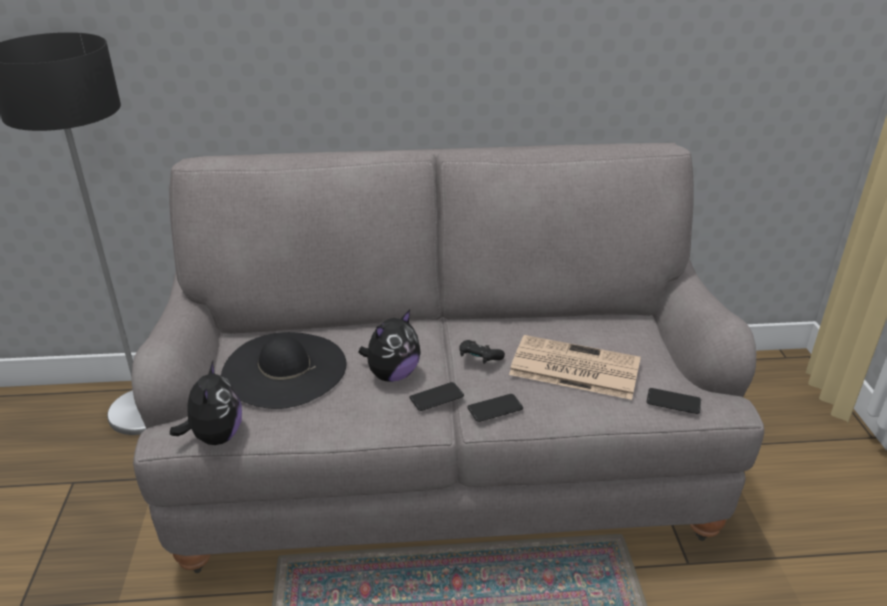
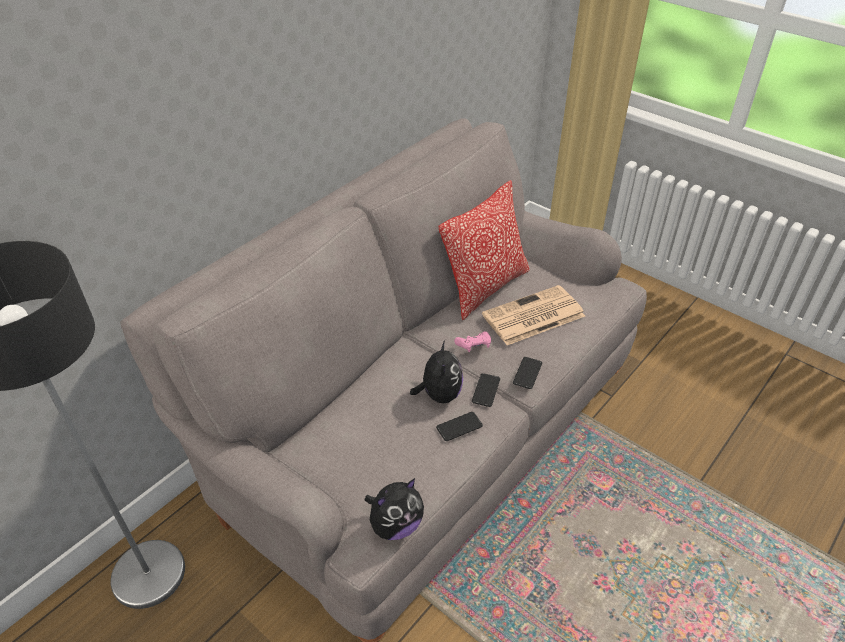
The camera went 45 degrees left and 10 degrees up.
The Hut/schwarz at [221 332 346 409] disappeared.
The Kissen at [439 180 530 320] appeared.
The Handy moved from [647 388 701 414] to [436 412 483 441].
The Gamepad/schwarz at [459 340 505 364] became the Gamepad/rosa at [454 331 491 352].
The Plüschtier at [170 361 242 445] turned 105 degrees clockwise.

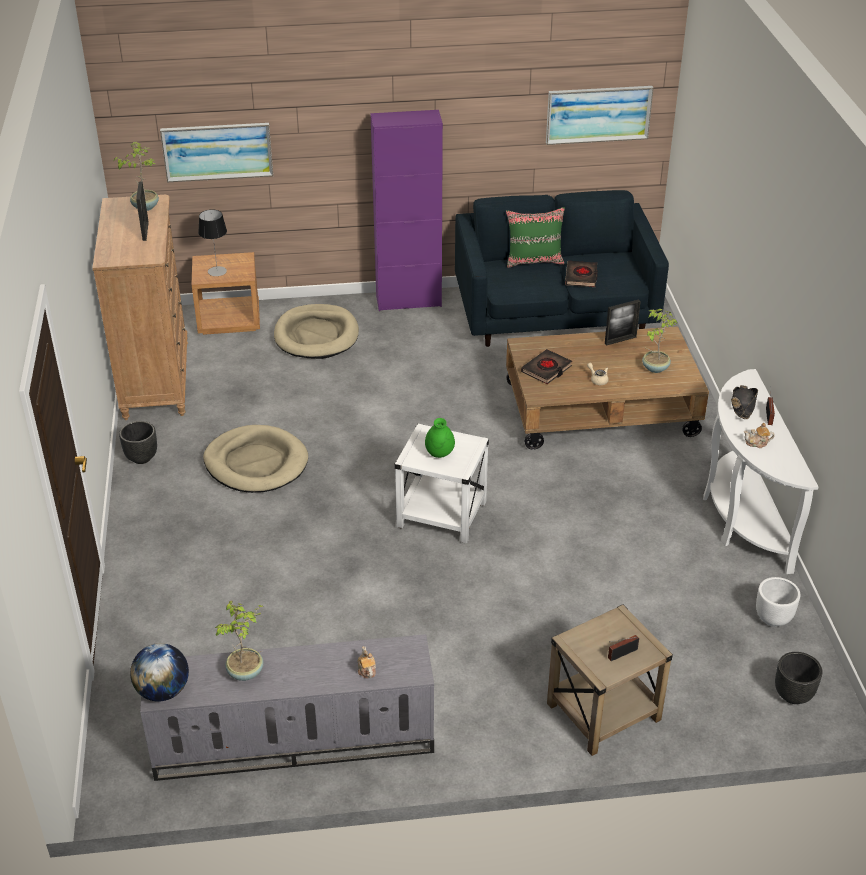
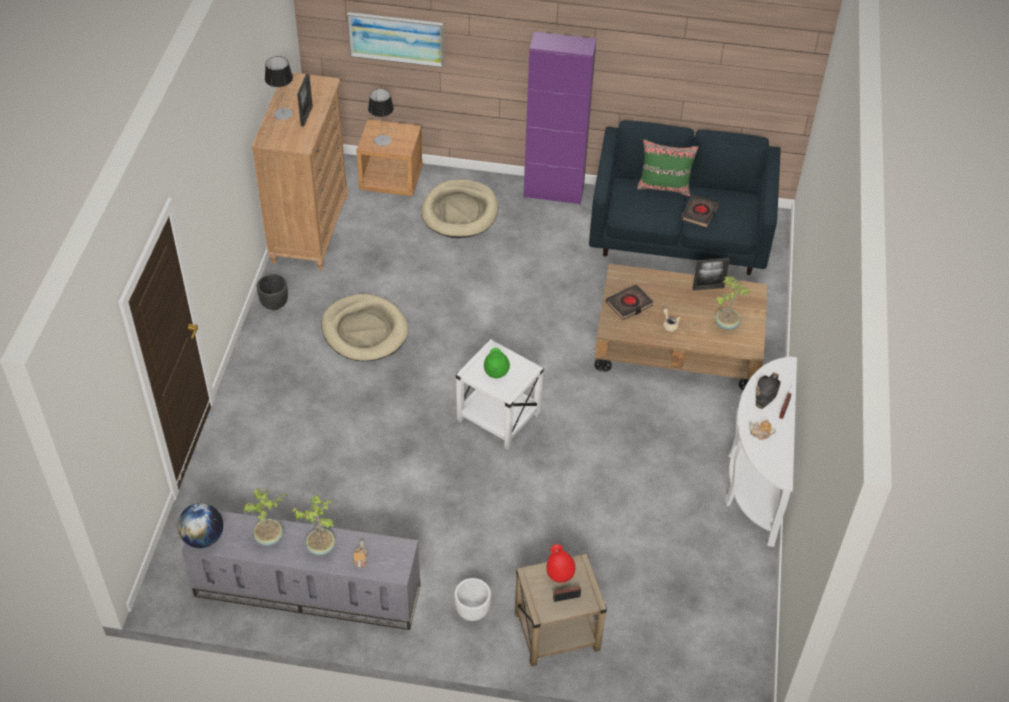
The camera went 15 degrees right and 10 degrees up.
The Bild at [546 86 654 145] disappeared.
The Pflanzkübel/schwarz at [775 652 823 704] disappeared.
The Tischlampe at [265 56 293 120] appeared.
The Vase/rot at [547 544 575 583] appeared.
The Topfpflanze moved from [114 142 159 211] to [292 495 336 556].
The Pflanzkübel/weiß moved from [756 577 800 627] to [454 578 491 621].

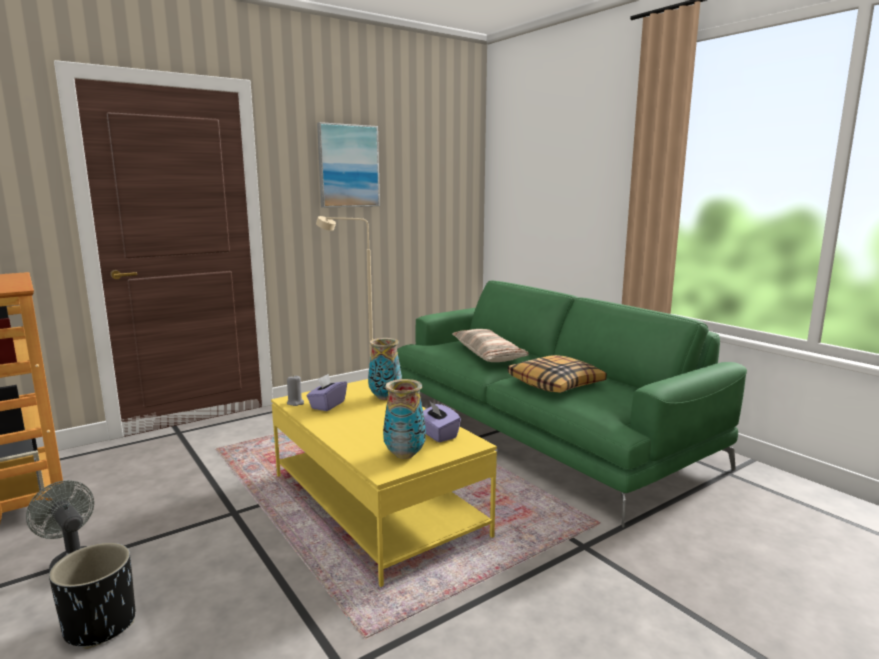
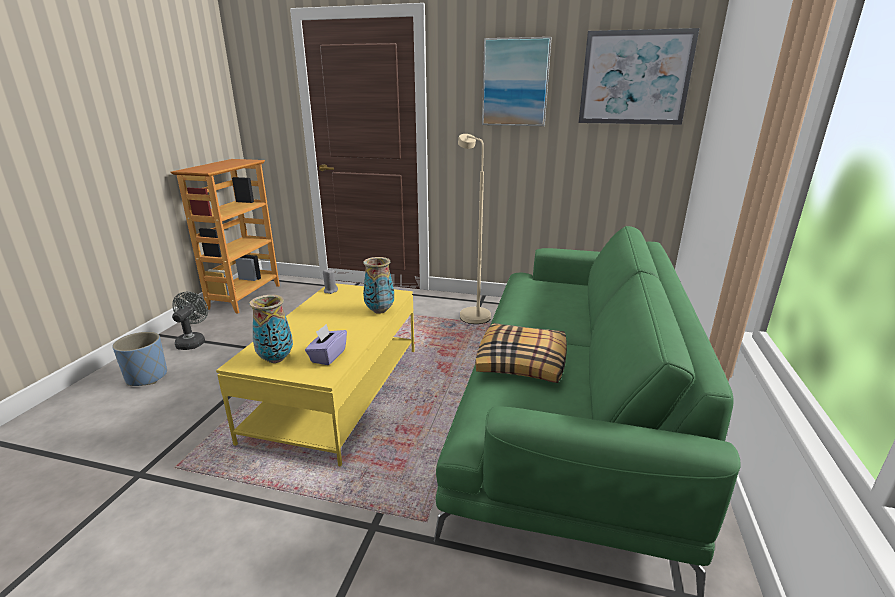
The camera went 50 degrees right and 10 degrees up.
The Taschentuchbox/lila at [306 374 347 411] disappeared.
The Kissen at [452 329 529 362] disappeared.
The Bild at [579 28 699 125] appeared.
The Pflanzkübel/schwarz at [49 543 135 649] became the Pflanzkübel/blau at [112 332 167 386].

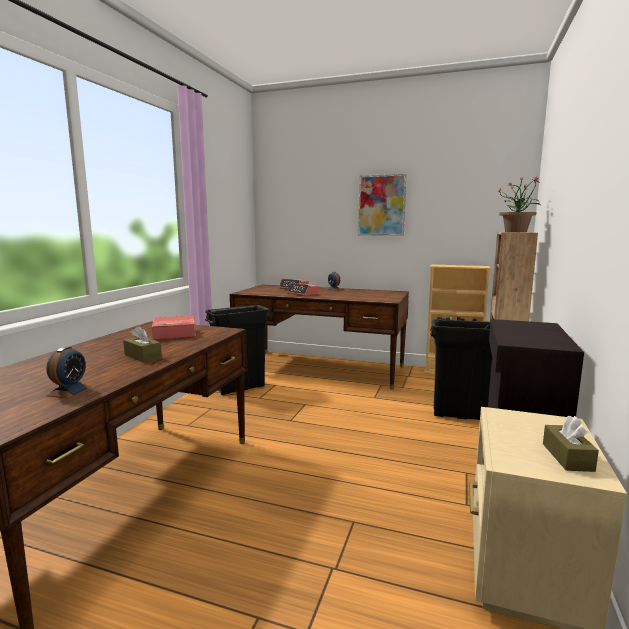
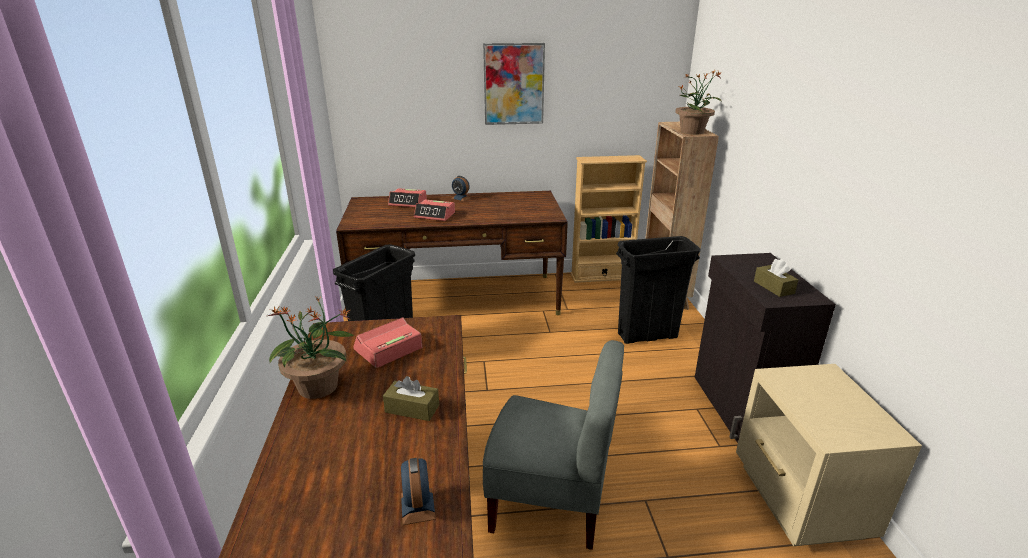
The camera went 25 degrees left and 15 degrees up.
The Topfpflanze at [268 296 354 399] appeared.
The Stuhl/grau at [483 340 624 550] appeared.
The Taschentuchbox/braun moved from [543 416 599 472] to [754 259 798 297].

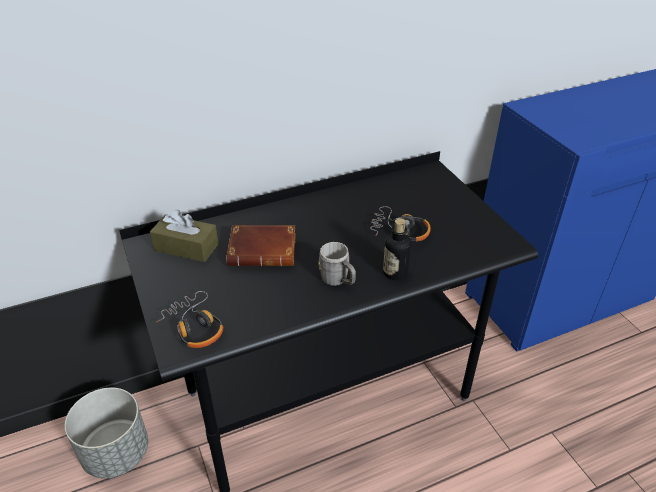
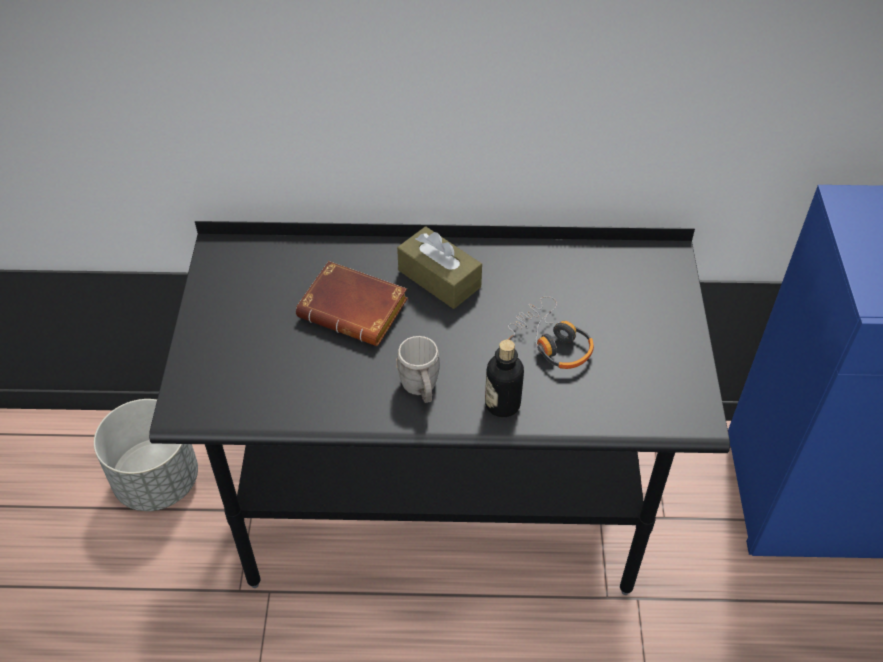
The camera went 25 degrees right and 10 degrees up.
The Kopfhörer at [156 291 223 348] disappeared.
The Taschentuchbox/braun moved from [150 210 218 262] to [397 226 482 309].

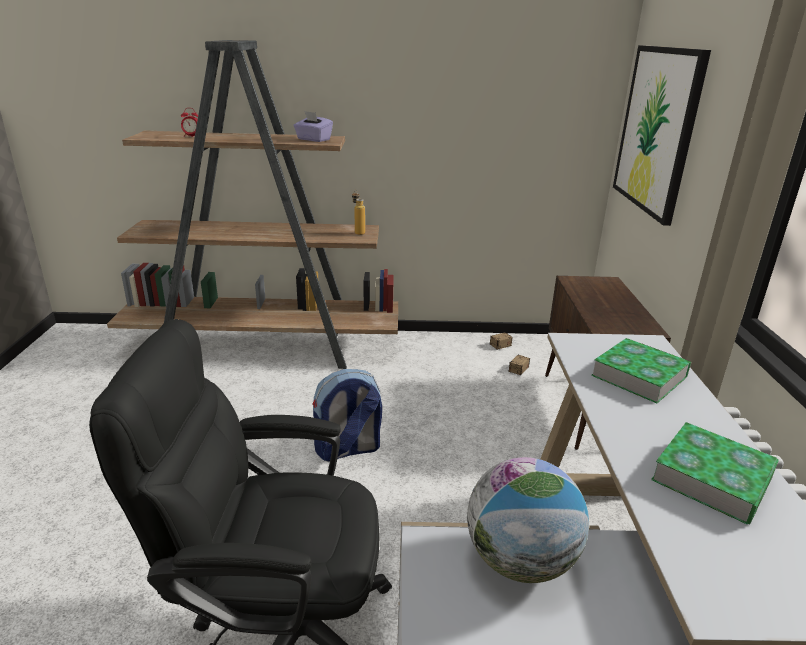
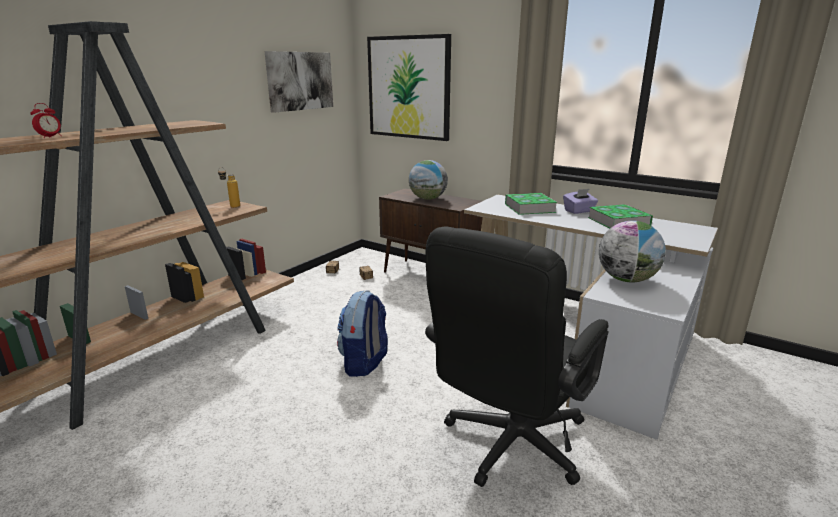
The camera went 55 degrees left and 5 degrees down.
The Bild at [265 51 333 113] appeared.
The Globus at [409 160 448 200] appeared.
The Taschentuchbox/lila moved from [294 111 333 142] to [563 189 598 214].

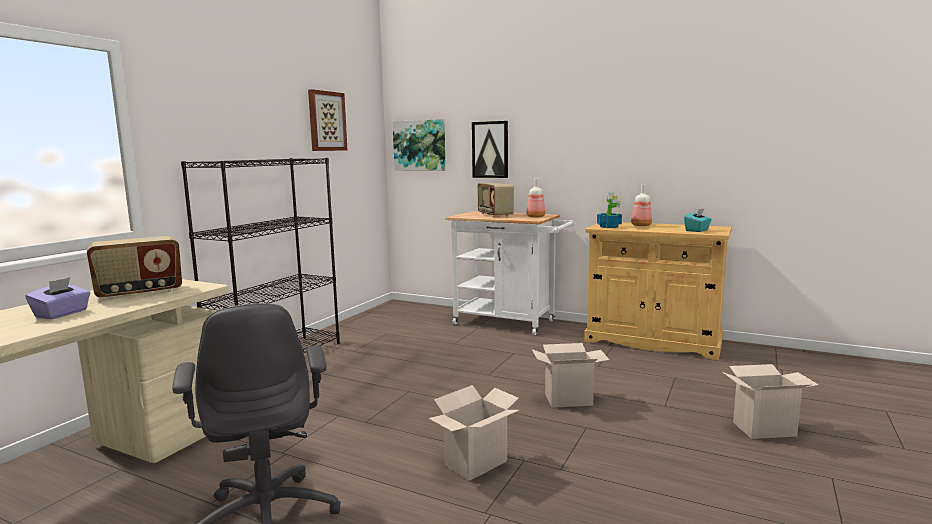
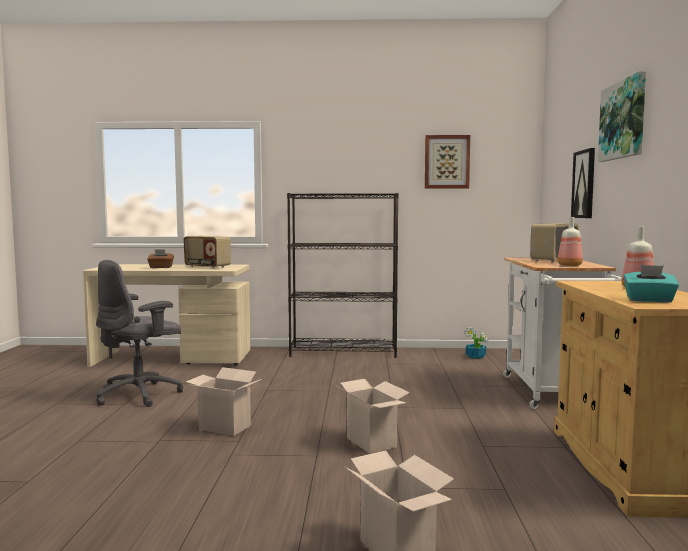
The camera went 65 degrees right and 5 degrees down.
The Bild moved from [393 119 446 171] to [598 71 646 162].
The Topfpflanze moved from [597 192 622 228] to [464 327 488 359].
The Taschentuchbox/lila at [25 277 90 319] became the Taschentuchbox/braun at [147 249 174 268].

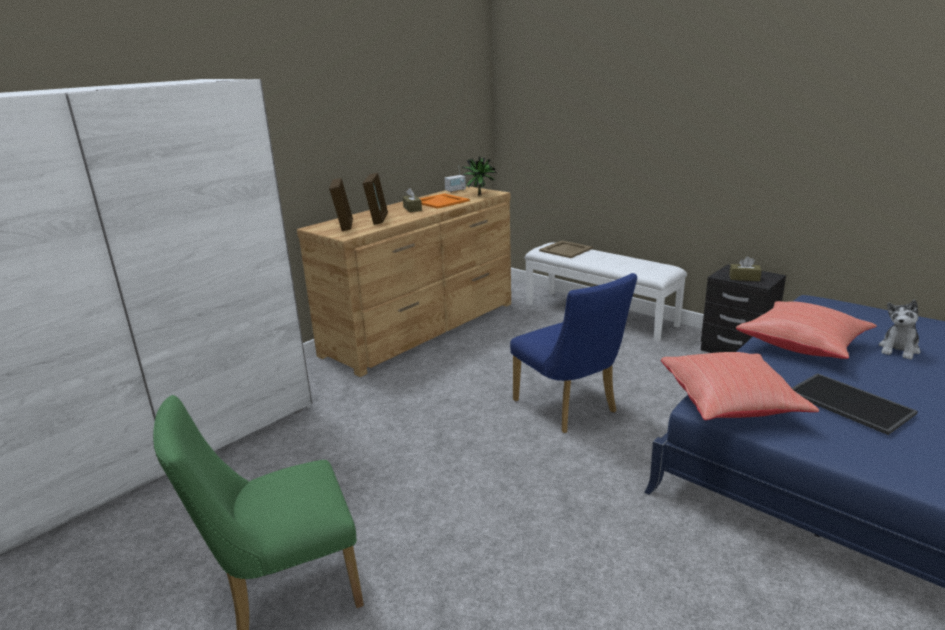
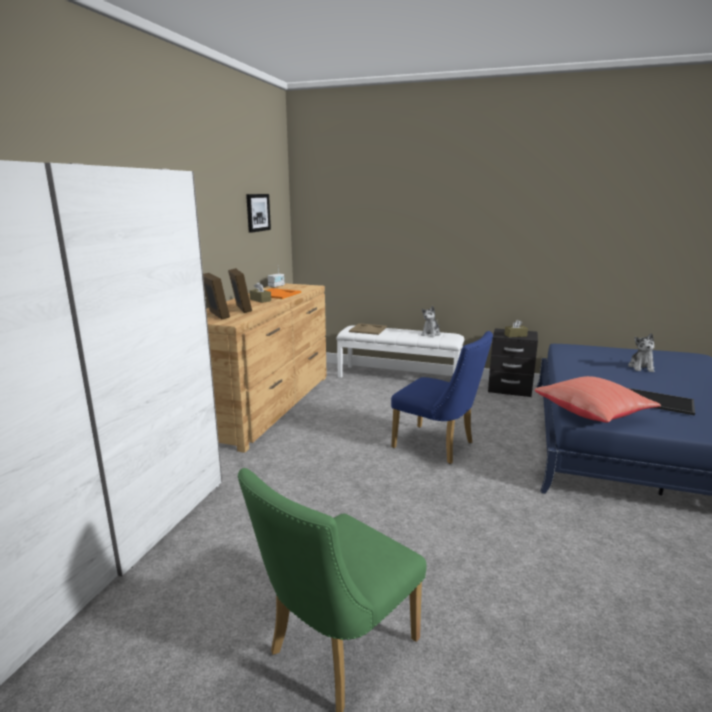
The camera went 25 degrees left and 5 degrees down.
The Topfpflanze at [462 156 497 195] disappeared.
The Kissen/rot at [736 301 877 359] disappeared.
The Bild at [246 194 271 233] appeared.
The Plüschtier at [421 306 441 337] appeared.

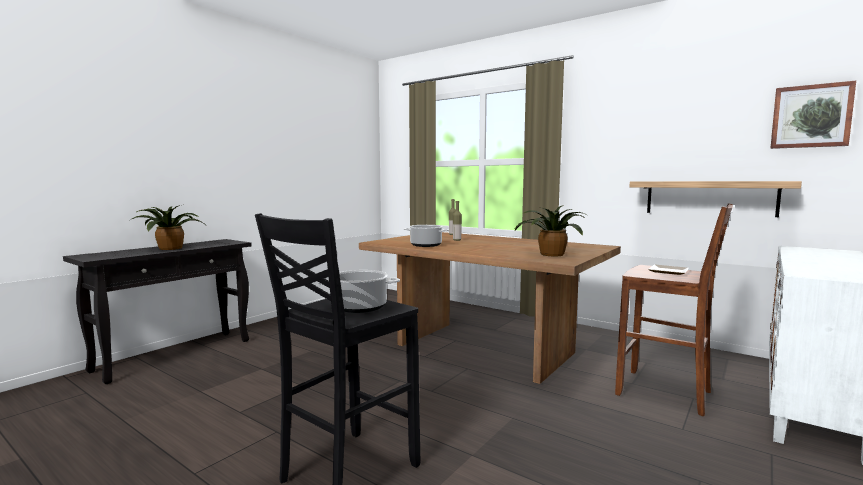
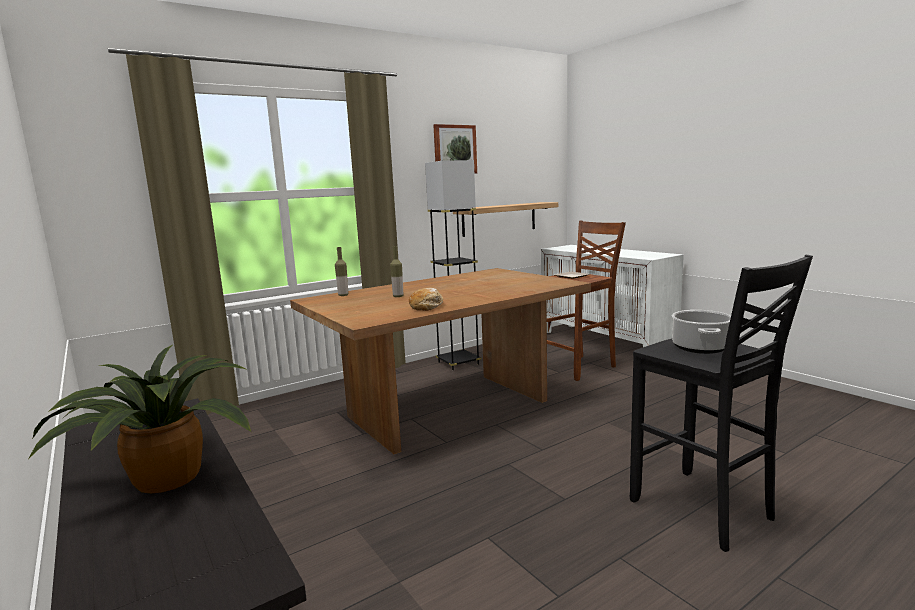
The camera went 70 degrees left and 5 degrees up.
The Topfpflanze at [515 205 585 257] disappeared.
The Stehlampe/schwarz at [425 160 481 370] appeared.
The Bild moved from [770 81 856 149] to [433 124 477 174].
The Kochtopf at [404 225 449 247] was replaced by the Brot at [409 288 443 311].

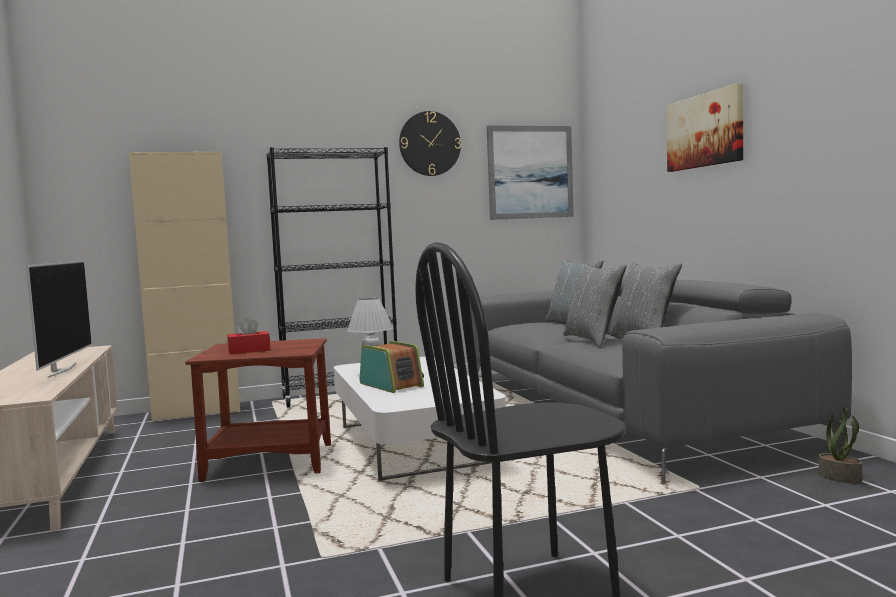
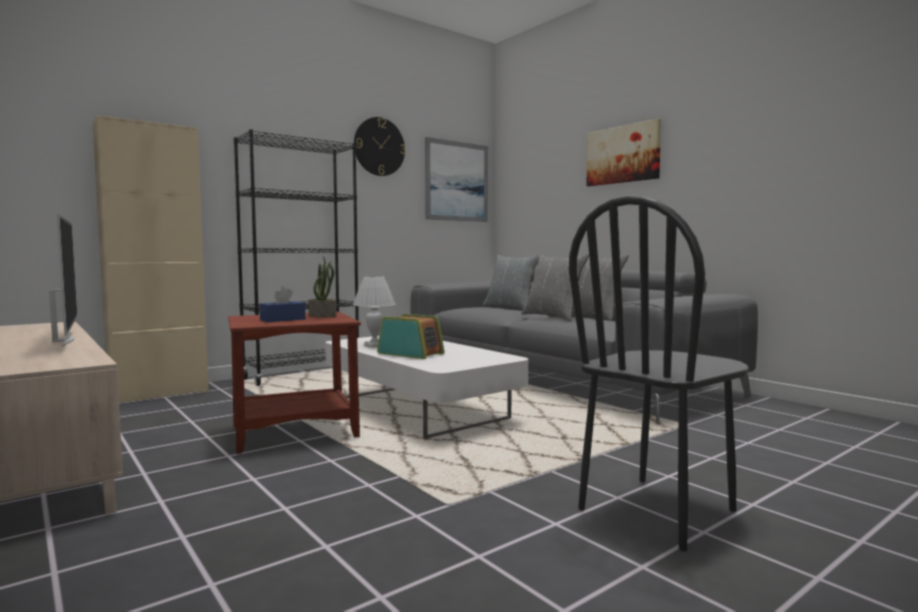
The camera went 20 degrees left and 0 degrees up.
The Topfpflanze moved from [819 406 863 483] to [308 256 337 317].
The Taschentuchbox/rot at [227 318 270 354] became the Taschentuchbox/blau at [260 287 306 322].

